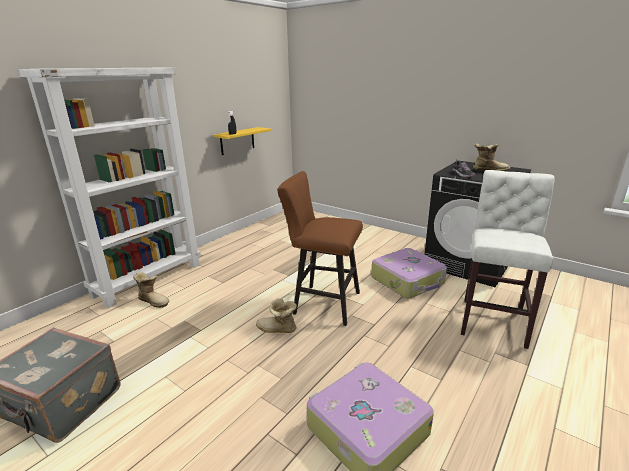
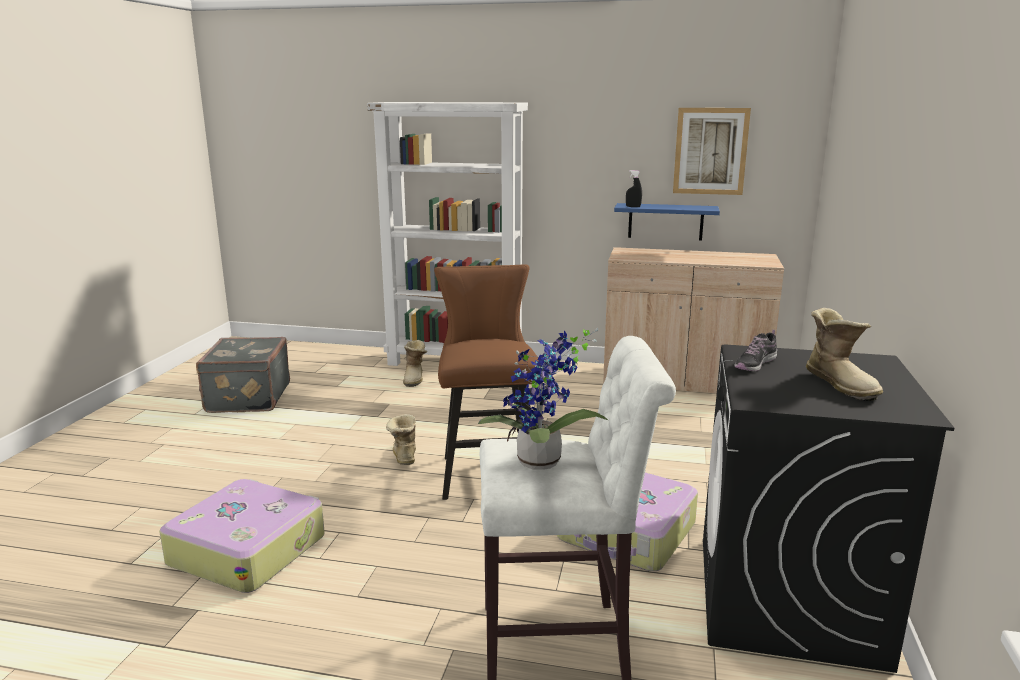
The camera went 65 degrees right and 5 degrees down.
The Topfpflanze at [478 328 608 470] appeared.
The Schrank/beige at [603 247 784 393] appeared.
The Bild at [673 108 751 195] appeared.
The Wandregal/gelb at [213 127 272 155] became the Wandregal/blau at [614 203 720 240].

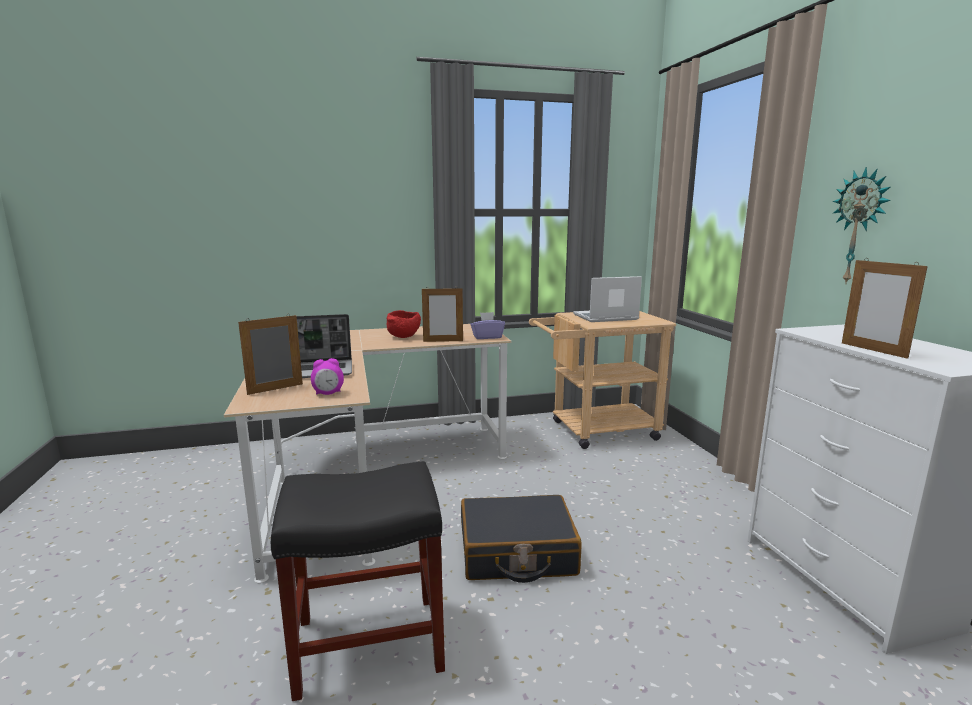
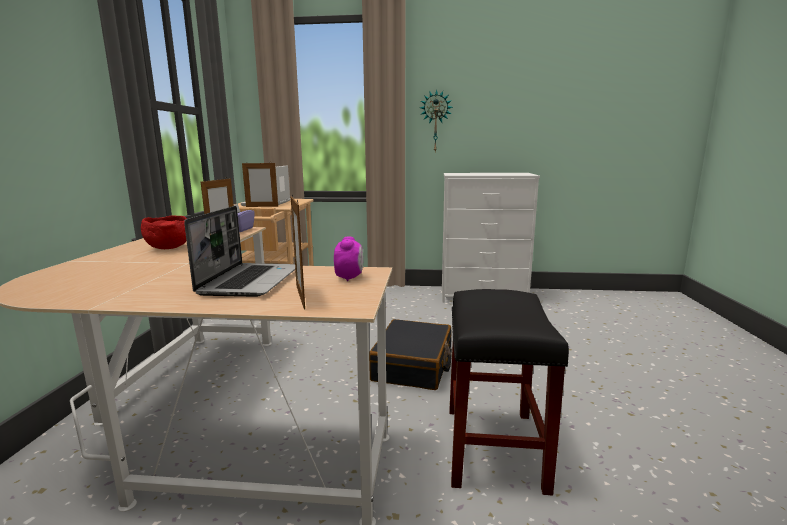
The camera went 70 degrees left and 0 degrees up.
The Bilderrahmen moved from [842 258 928 359] to [242 163 278 207].

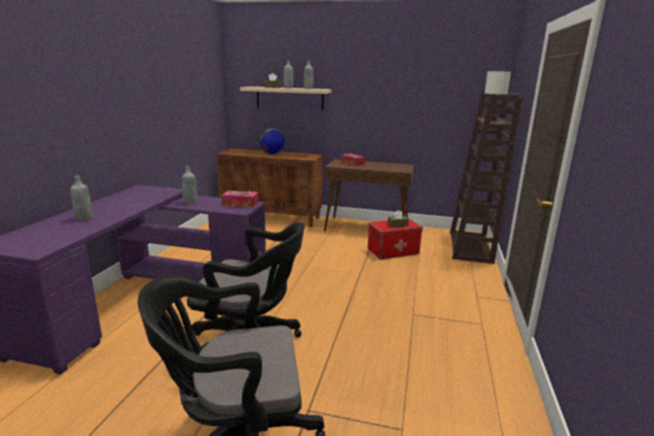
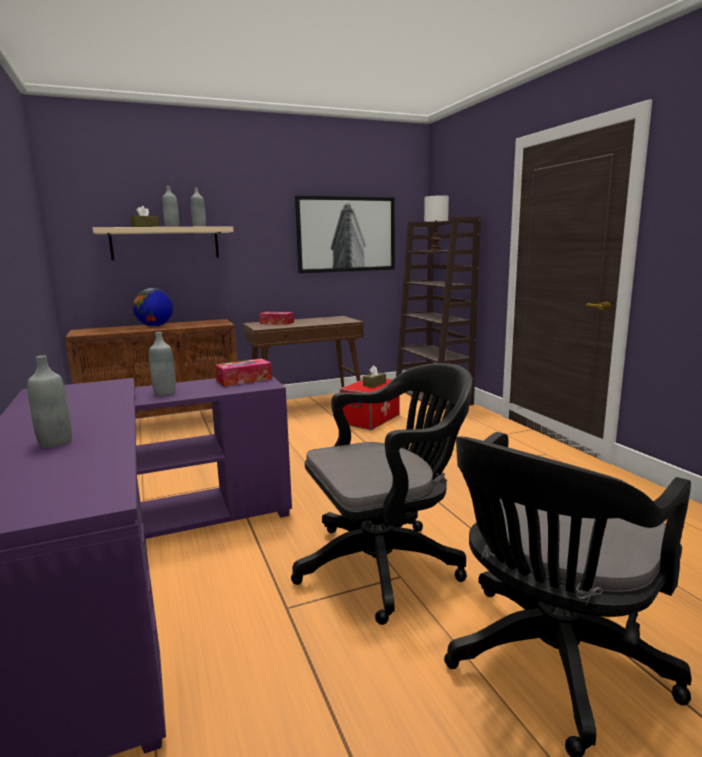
The camera went 35 degrees left and 5 degrees down.
The Bild at [295 195 395 273] appeared.

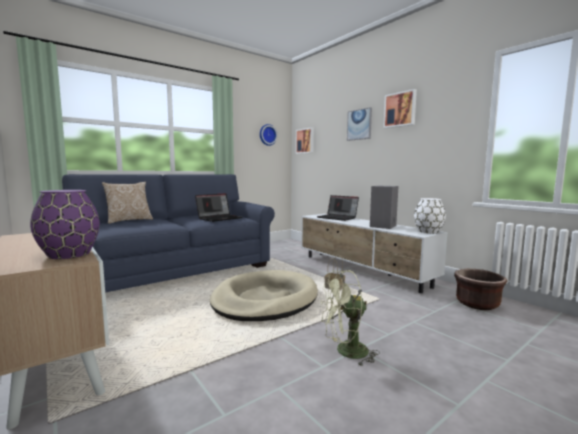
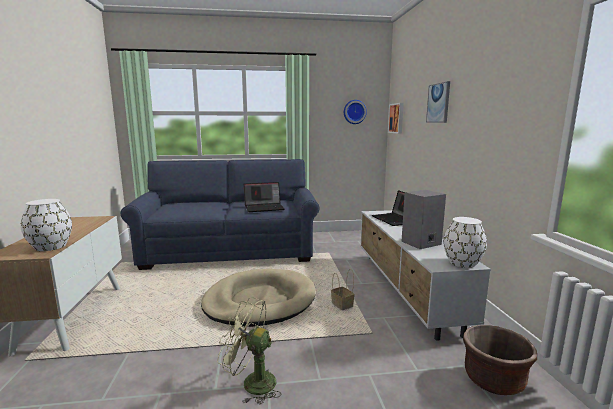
The camera went 30 degrees right and 5 degrees up.
The Kissen at [102 182 153 224] disappeared.
The Bild at [383 89 417 128] disappeared.
The Vase/lila at [30 190 100 259] became the Vase/weiß at [20 199 72 251].

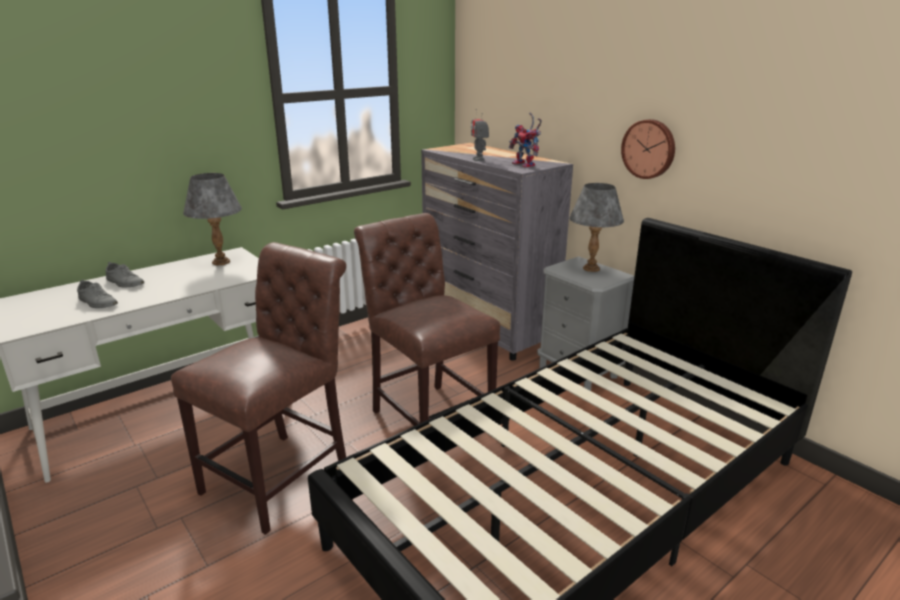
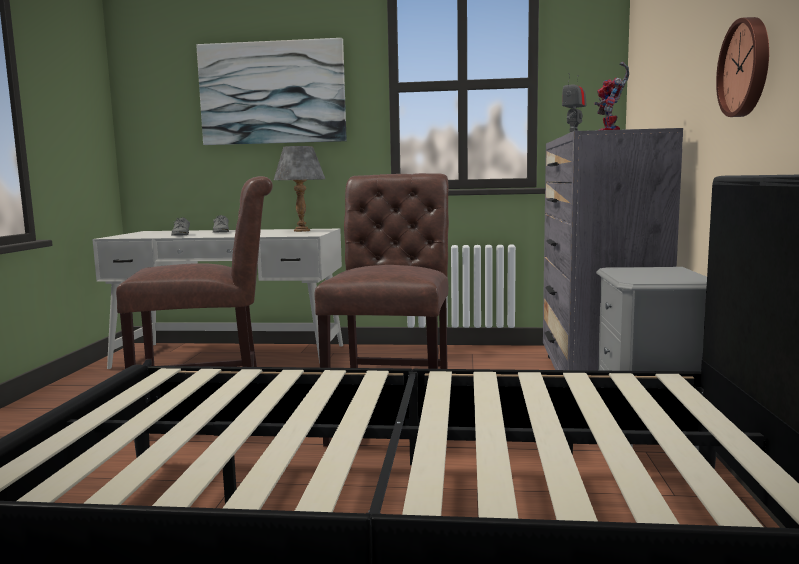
The camera went 45 degrees right and 15 degrees down.
The Tischlampe/grau at [569 183 624 272] disappeared.
The Bild at [196 38 347 145] appeared.

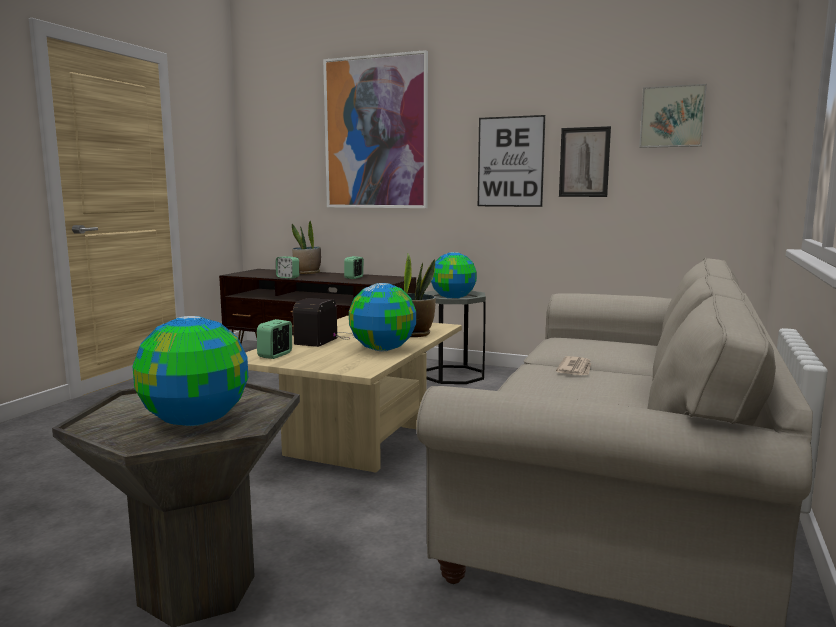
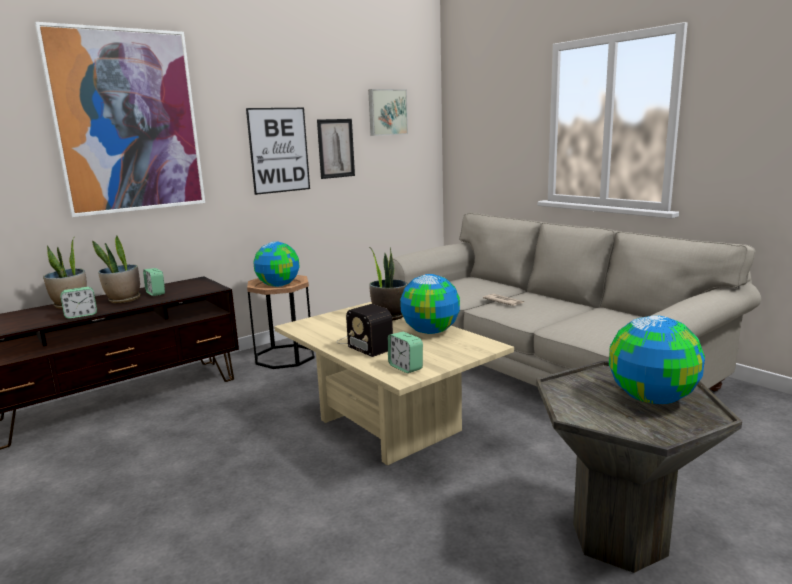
The camera went 60 degrees left and 5 degrees up.
The Topfpflanze at [92 236 140 303] appeared.
The Beistelltisch/grau at [424 291 486 384] became the Beistelltisch/braun at [247 275 314 369].

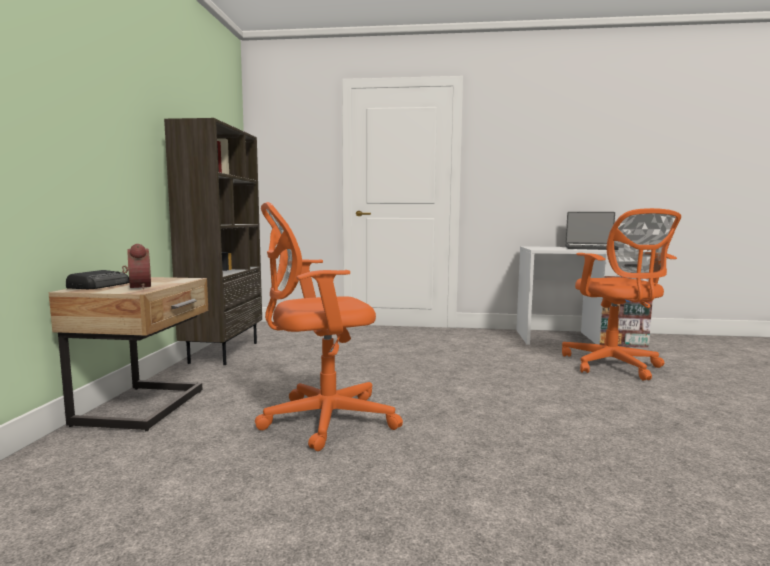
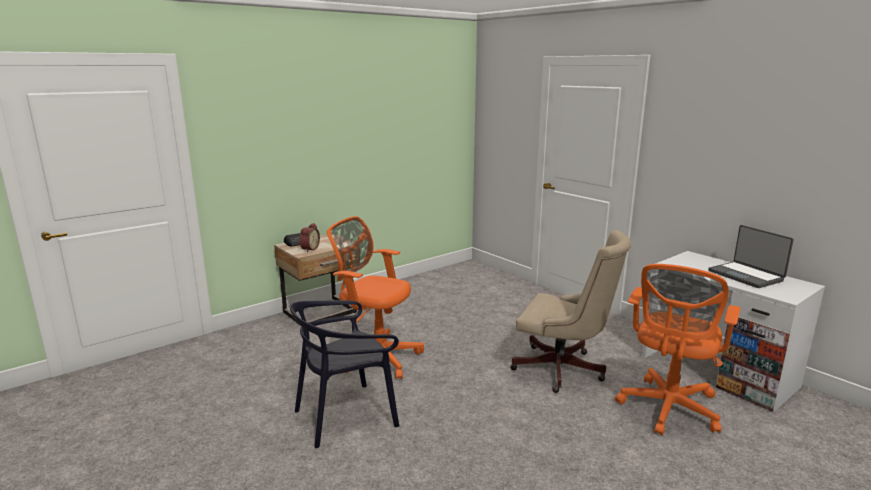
The camera went 45 degrees right and 10 degrees up.
The Bücherregal/braun at [164 118 262 365] disappeared.
The Stuhl/schwarz at [290 300 399 448] appeared.
The Bürostuhl/beige at [510 230 631 393] appeared.

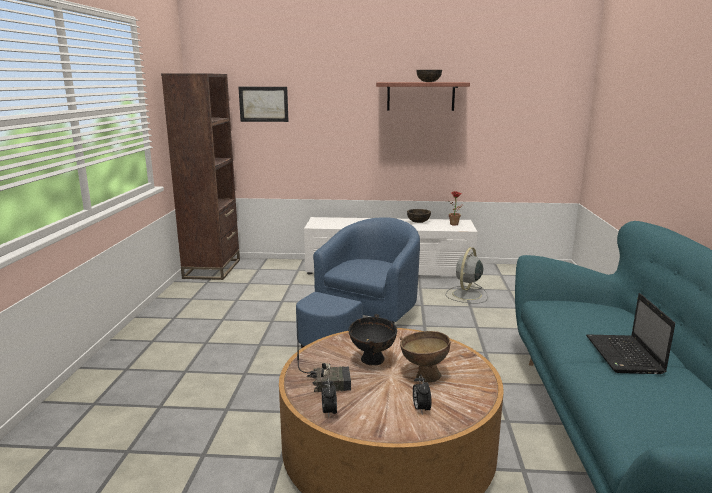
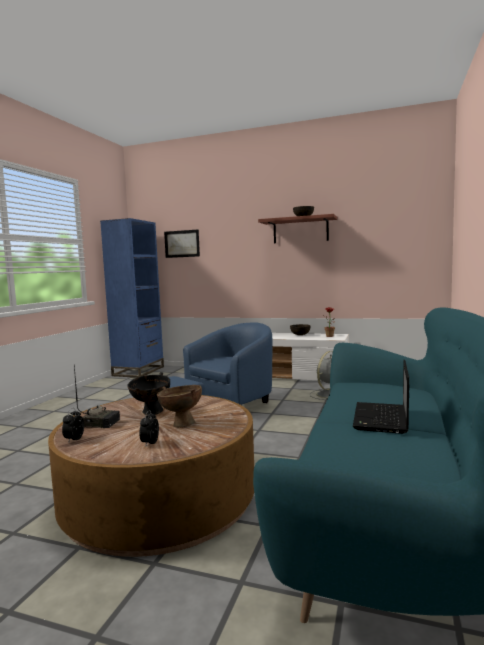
The camera went 15 degrees right and 10 degrees down.
The Bücherregal/braun at [161 73 240 280] became the Bücherregal/blau at [100 218 164 378].

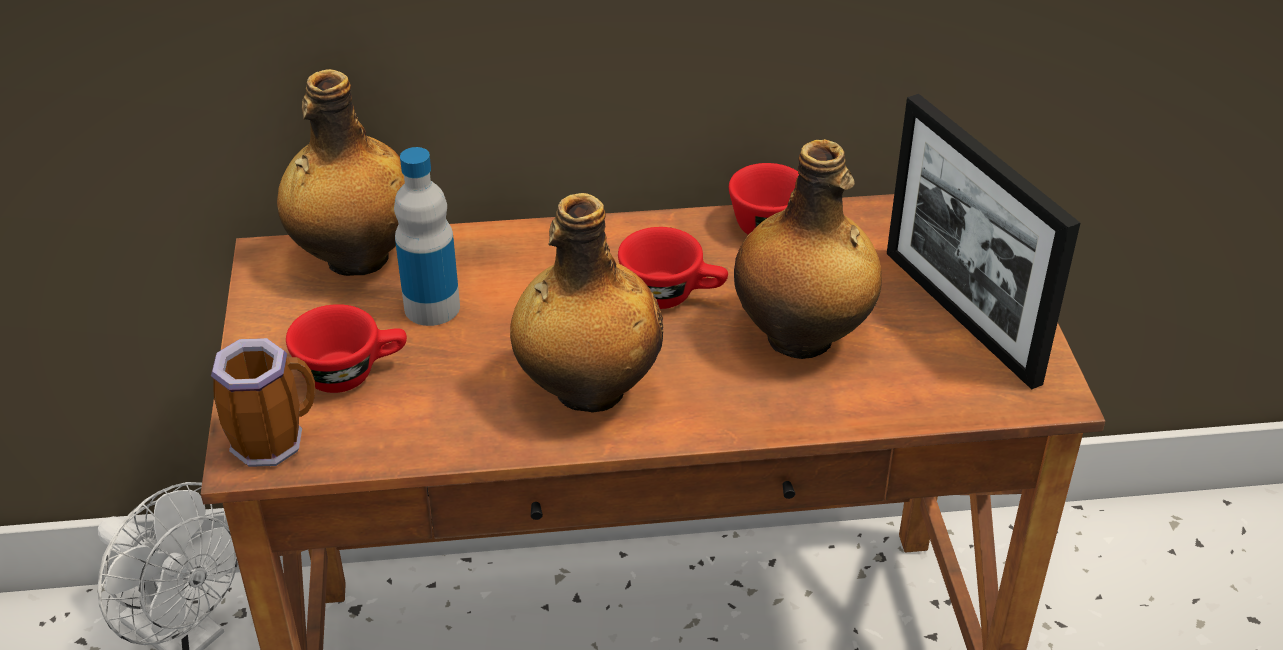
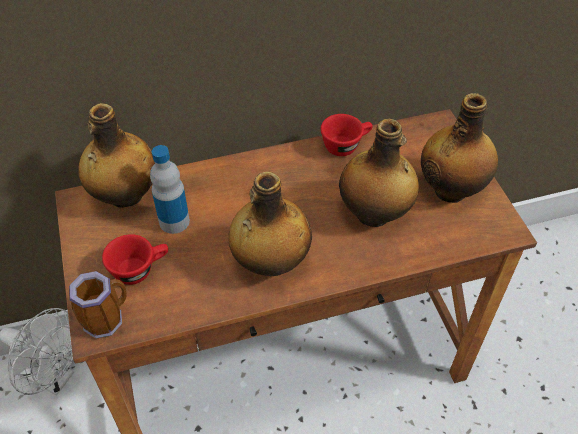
The camera went 10 degrees left and 10 degrees up.
The Tasse/rot at [618 227 728 309] disappeared.
The Bilderrahmen at [887 94 1080 390] was replaced by the Flasche at [421 93 498 203].

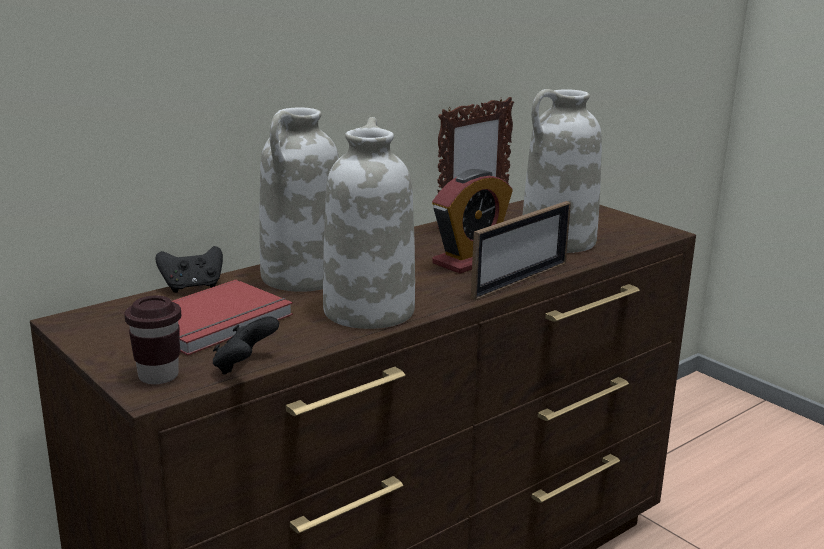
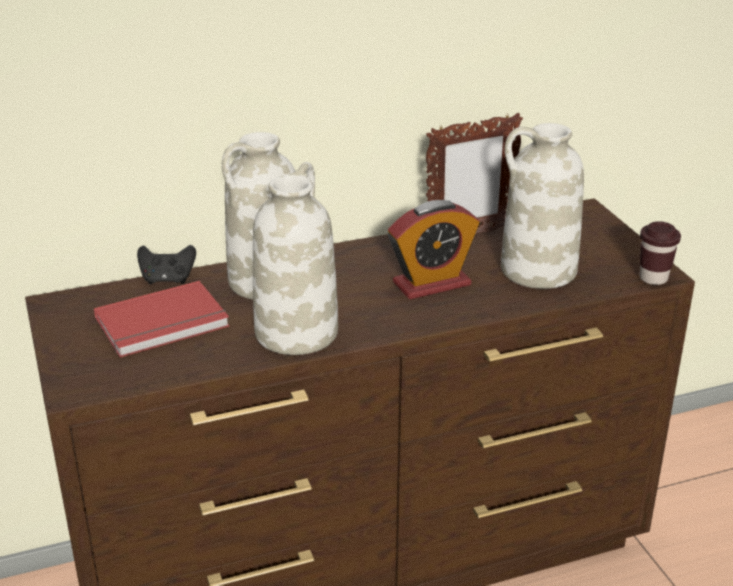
The camera went 20 degrees right and 10 degrees up.
The Gamepad/schwarz at [213 316 279 375] disappeared.
The Bilderrahmen at [471 201 571 300] disappeared.
The Tasse/braun moved from [124 295 181 384] to [640 221 681 285].

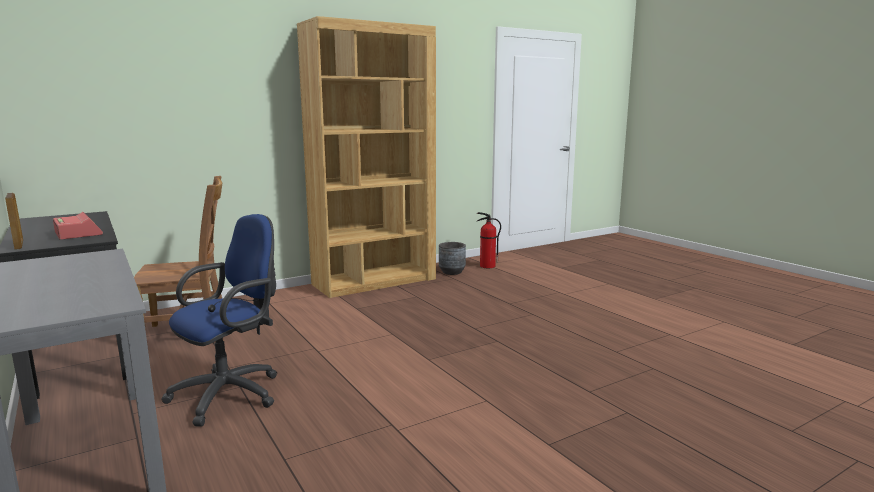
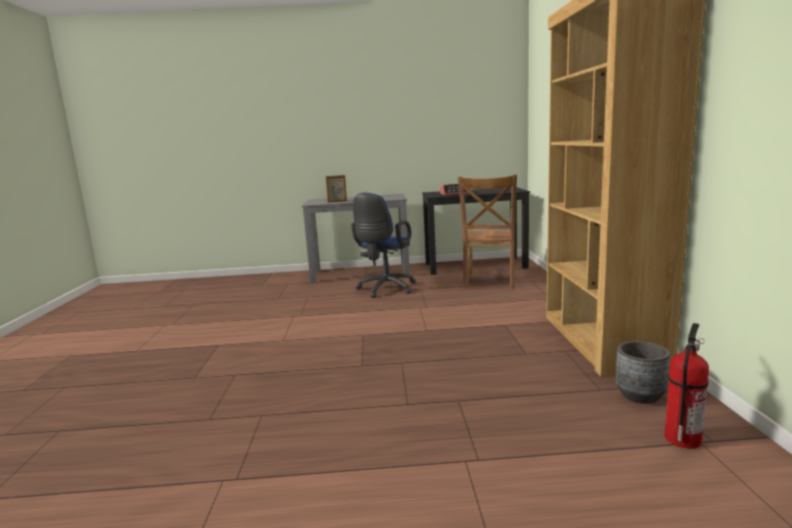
The camera went 120 degrees right and 0 degrees up.
The Bilderrahmen moved from [5 193 23 250] to [326 175 347 202].
The Bürostuhl/blau at [161 214 277 427] turned 45 degrees clockwise.

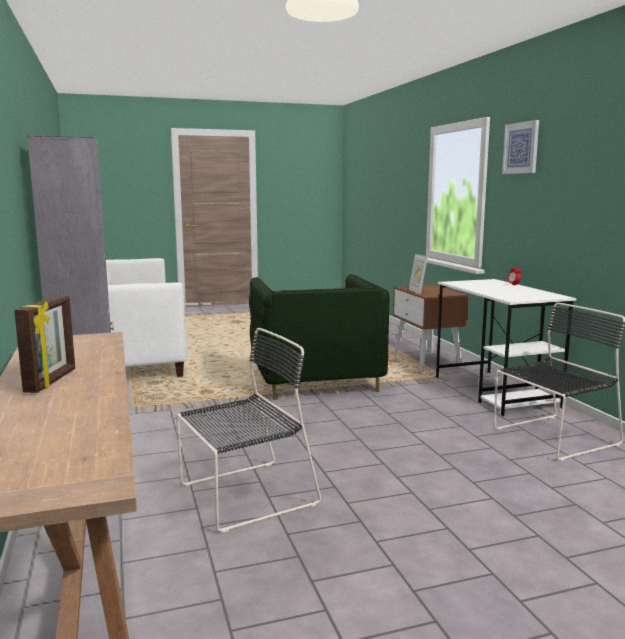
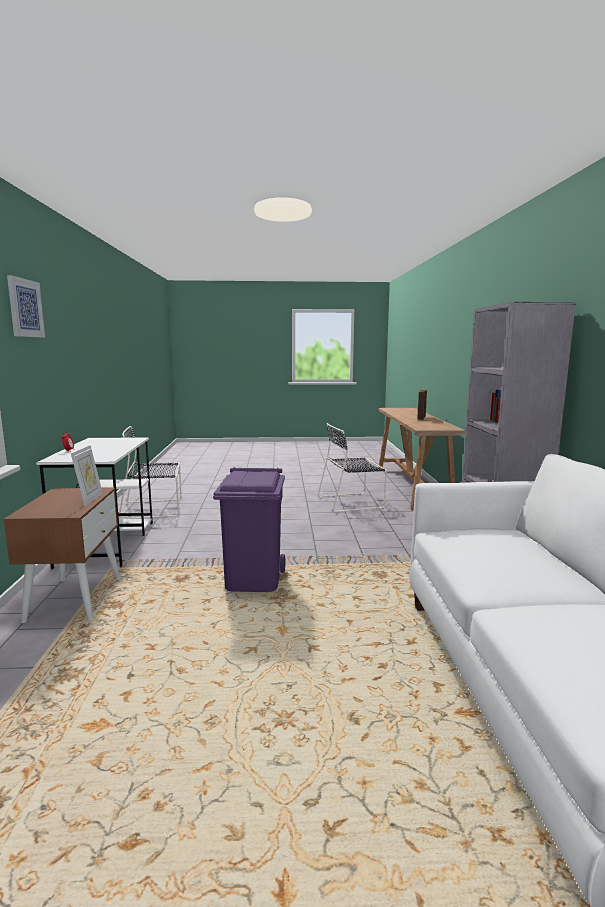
The camera went 165 degrees left and 0 degrees up.
The Sessel/grün at [249 274 390 400] was replaced by the Mülleimer/lila at [213 467 286 592].

